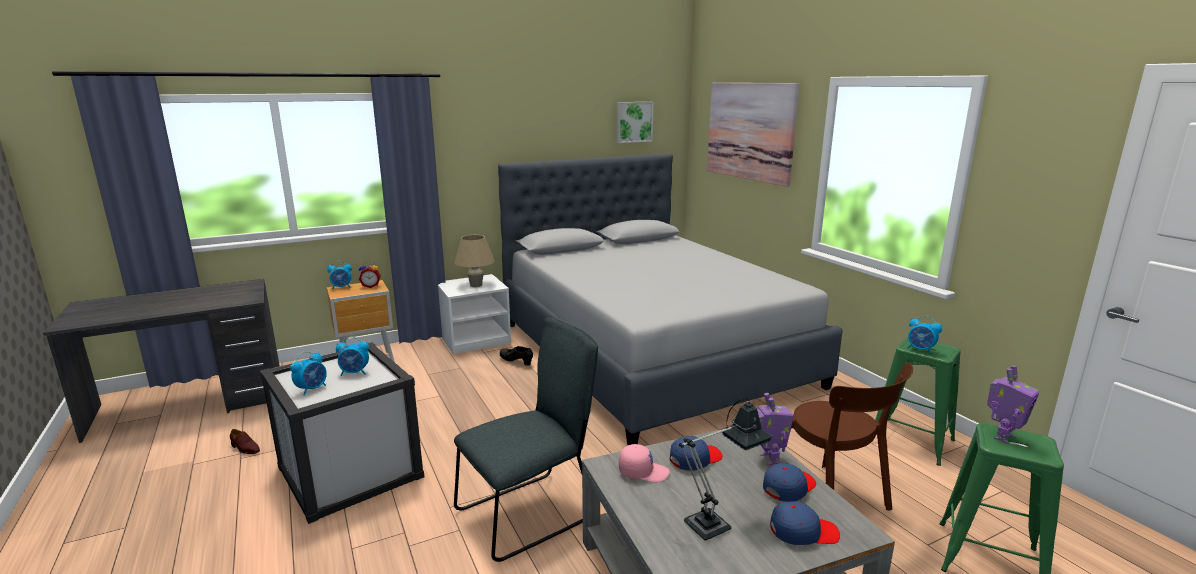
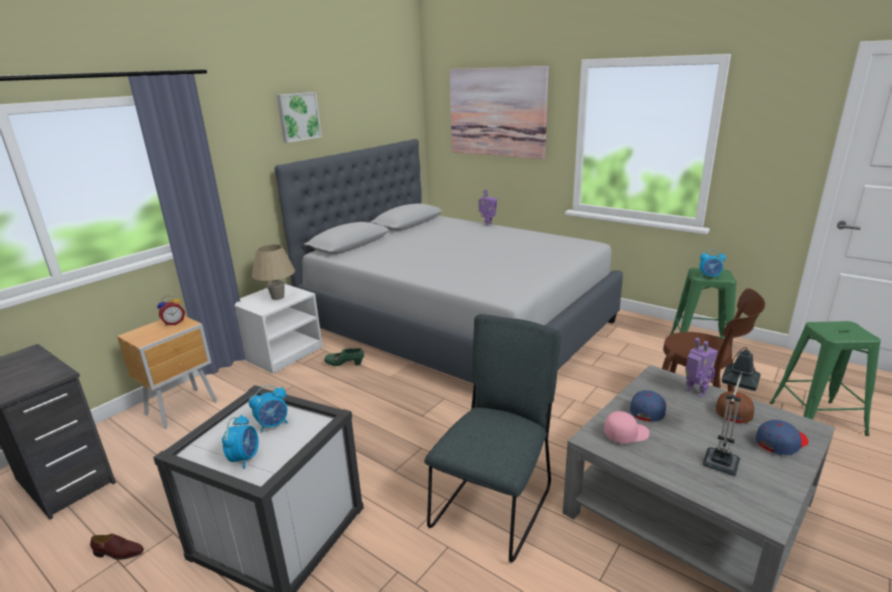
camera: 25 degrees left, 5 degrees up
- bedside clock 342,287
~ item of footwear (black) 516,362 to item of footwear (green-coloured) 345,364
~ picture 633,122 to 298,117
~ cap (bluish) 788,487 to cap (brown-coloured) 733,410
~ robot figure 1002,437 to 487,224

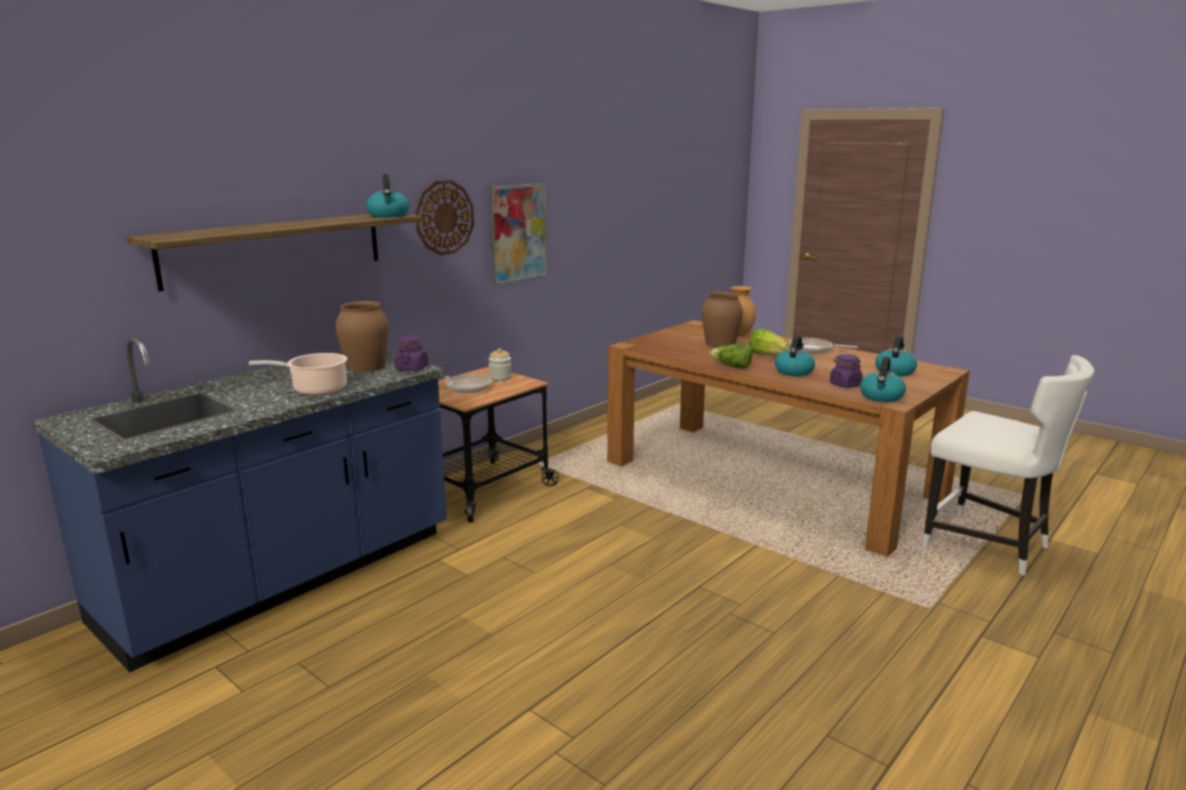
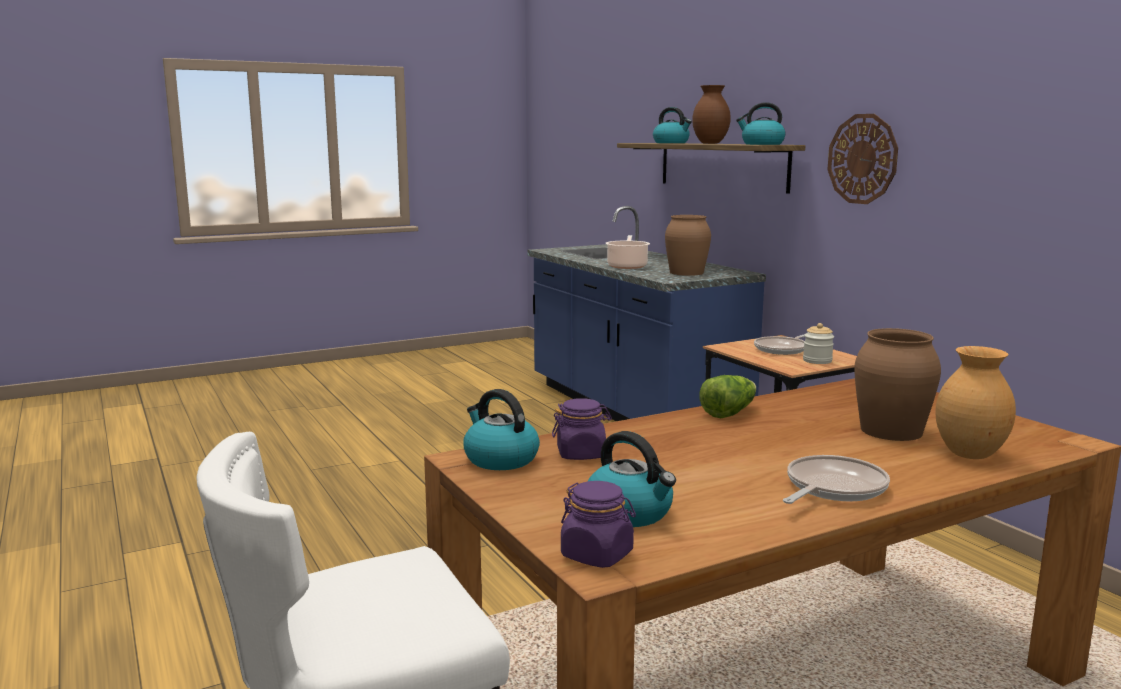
camera: 110 degrees right, 5 degrees down
~ preserve jar (purple) 412,368 to 597,555
- picture 517,233
- head of lettuce 767,355
~ kettle 794,371 to 671,143
+ decorative vase (brown-coloured) 709,143

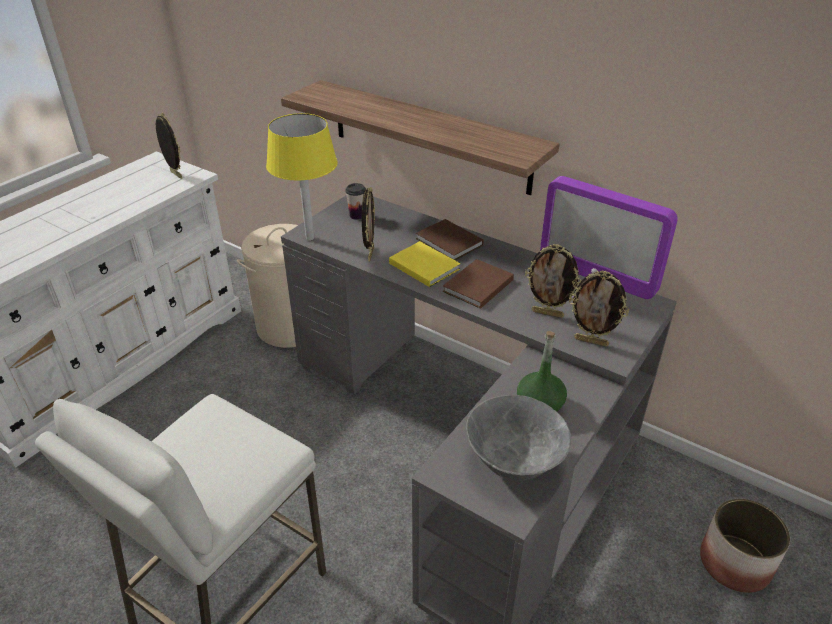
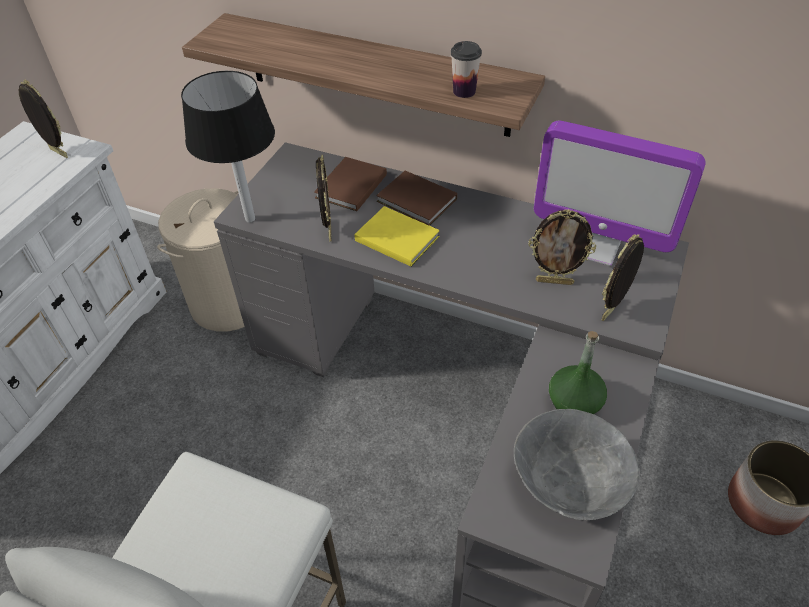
camera: 10 degrees left, 10 degrees up
~ table lamp (yellow) 310,238 to table lamp (black) 250,219
~ small cup 357,215 to 464,91
~ volume (brown-coloured) 476,286 to 349,187
~ standing frame 591,341 = 612,311 120 degrees clockwise

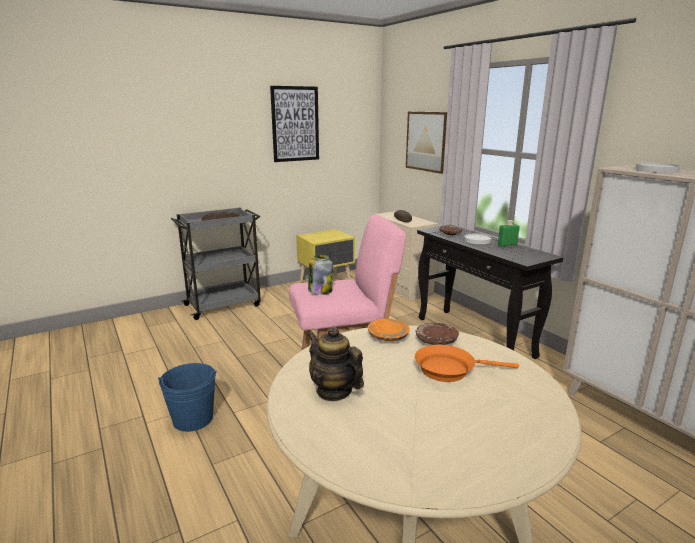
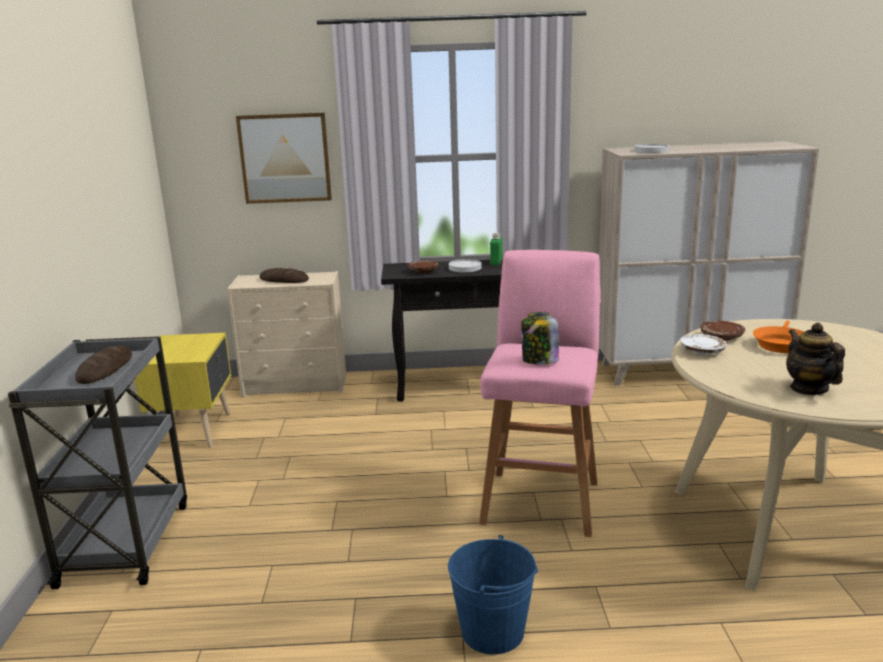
camera: 60 degrees left, 0 degrees up
- picture 295,124
~ teapot 334,391 = 809,389 90 degrees clockwise
~ plate (orange) 388,336 to plate (white-coloured) 702,351

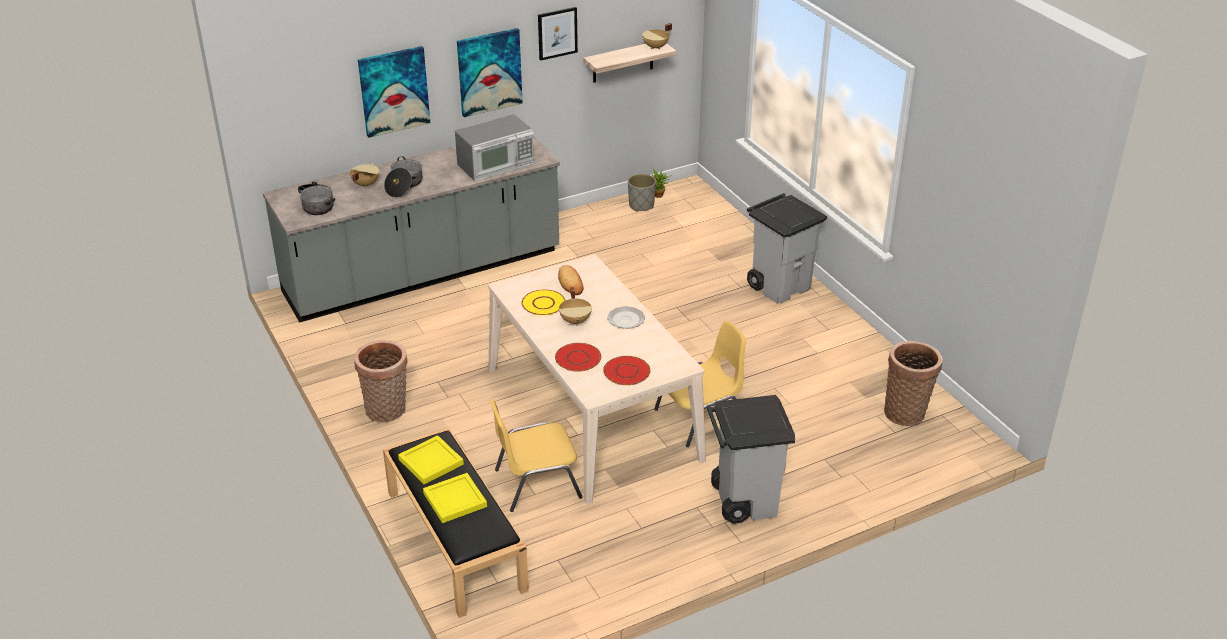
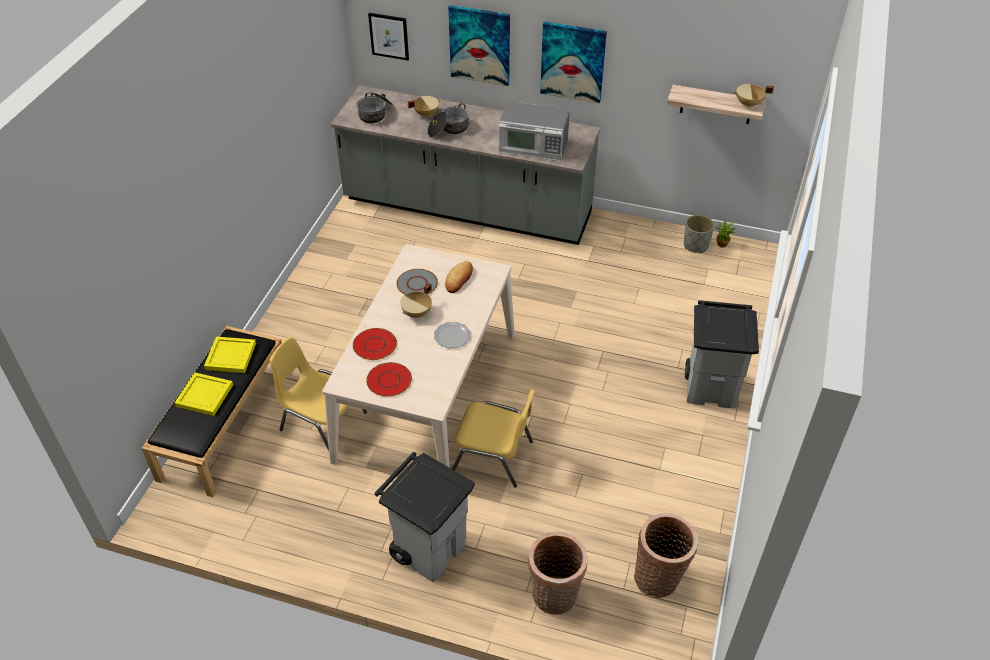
camera: 45 degrees right, 10 degrees up
~ household basket 387,411 to 554,598
~ plate (yellow) 543,303 to plate (grey) 417,284
~ picture 557,33 to 389,36

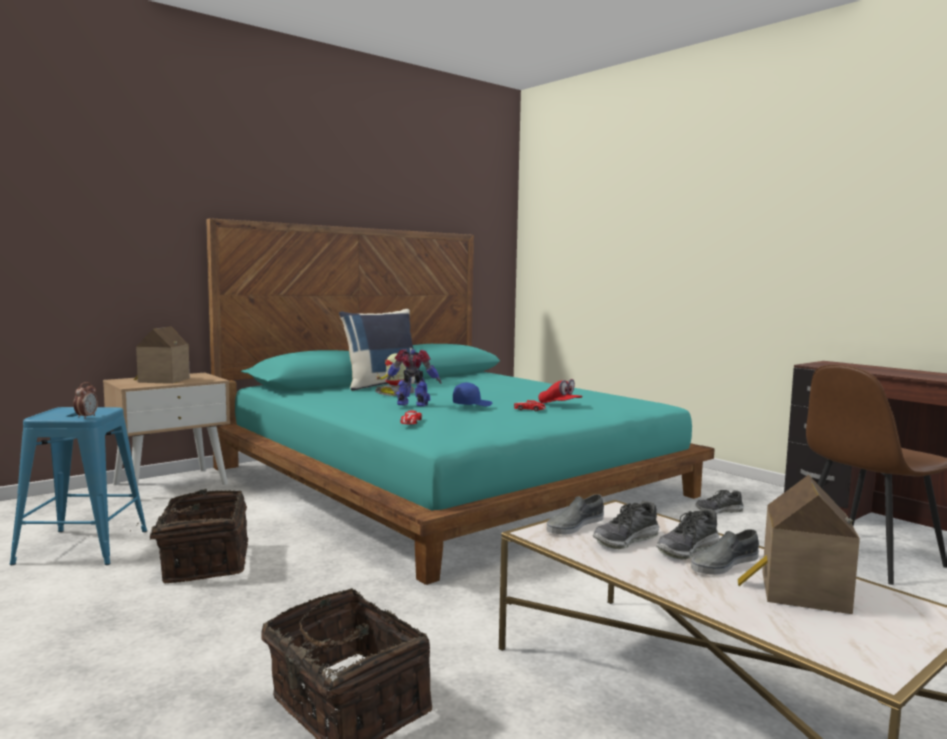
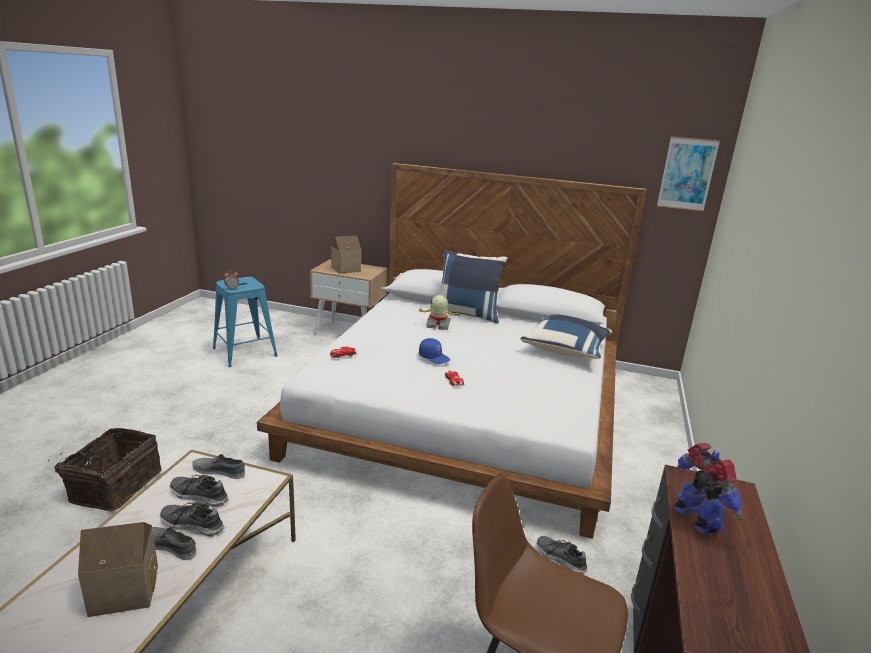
camera: 55 degrees right, 15 degrees up
- household basket 203,563
~ bedroom bed (blue-green) 450,481 to bedroom bed (white-coloured) 465,407
~ robot figure 413,405 to 696,521
- cap (red-coloured) 559,405
+ pillow (bluish) 566,350
+ picture 687,174

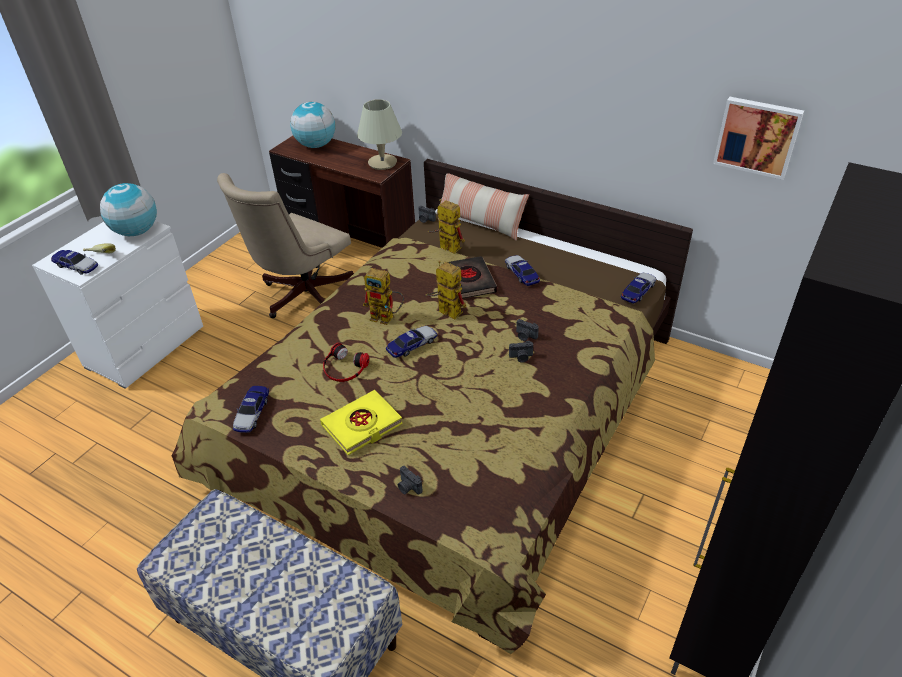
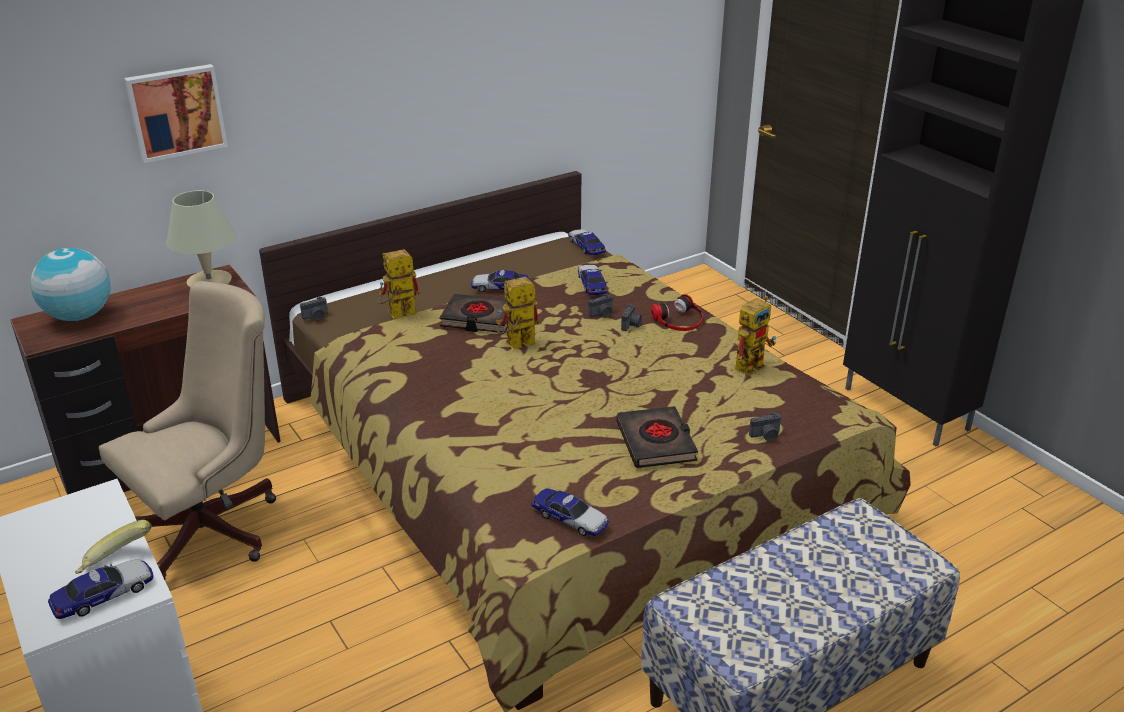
camera: 65 degrees left, 10 degrees down
- globe 137,231
~ desk chair (beige) 302,297 = 214,528 105 degrees counterclockwise
~ volume (yellow) 362,425 to volume (black) 656,442
~ headset 344,368 to 679,320
~ robot figure 387,318 to 752,364
~ miniature car 412,345 to 592,284
- pillow 480,222
~ picture 757,136 to 176,112

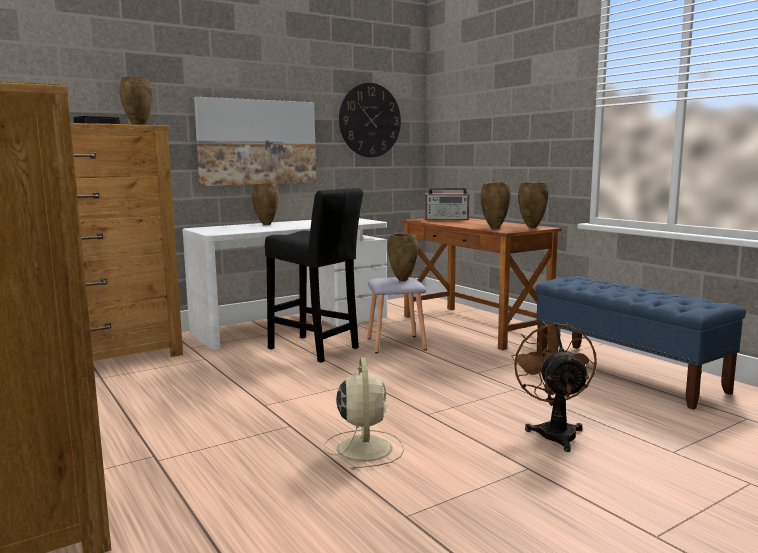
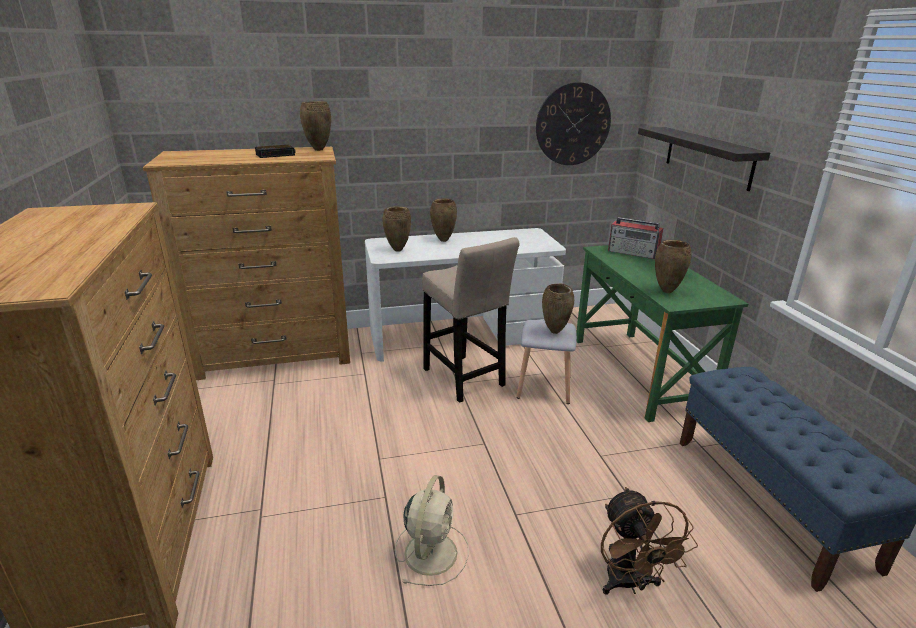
camera: 20 degrees right, 15 degrees up
- picture 257,142
~ sitting stool (black) 316,349 to sitting stool (beige) 465,380
~ desk (brown-coloured) 474,326 to desk (green-coloured) 639,373
~ fan (brown-coloured) 554,432 = 629,584 150 degrees clockwise
~ decorative vase (brown-coloured) 531,227 to 397,250
+ bracket shelf 708,157

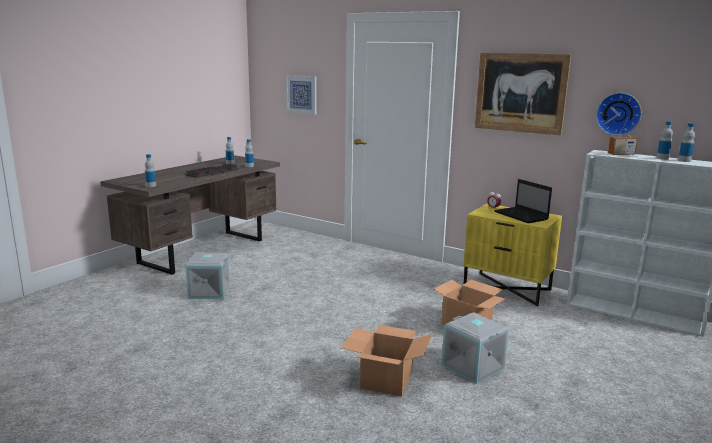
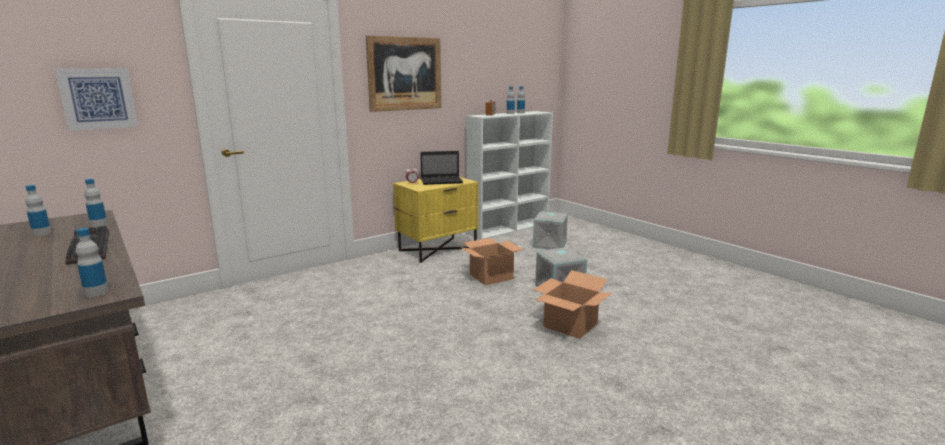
camera: 70 degrees left, 0 degrees up
~ storage bin (grey) 209,291 to 549,244
- wall clock 619,113

